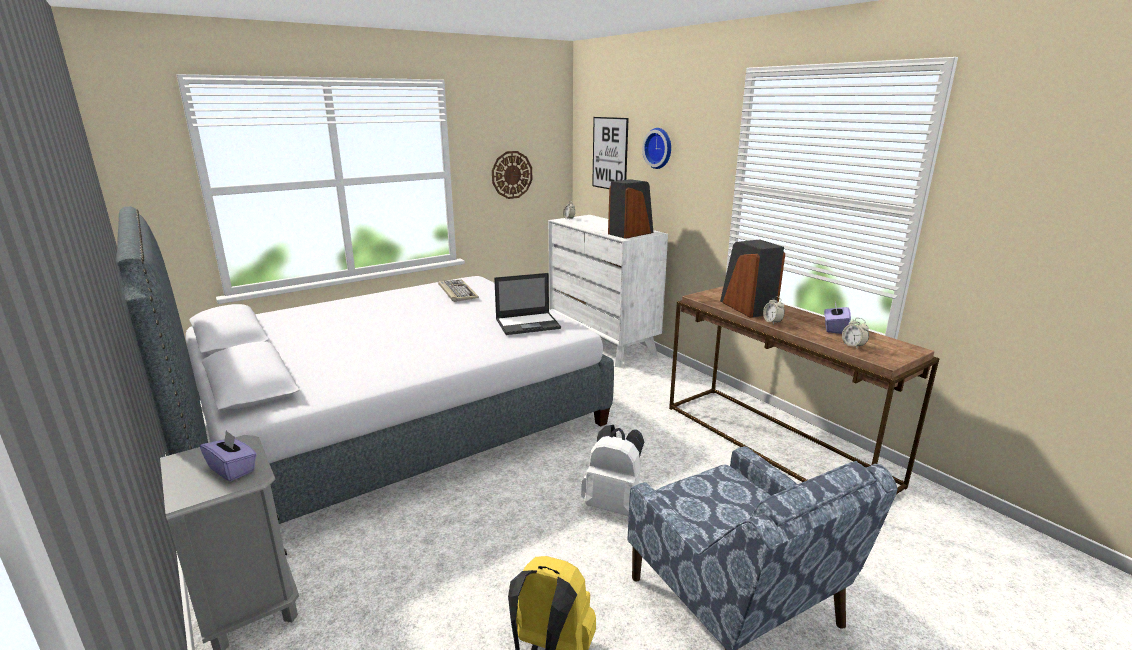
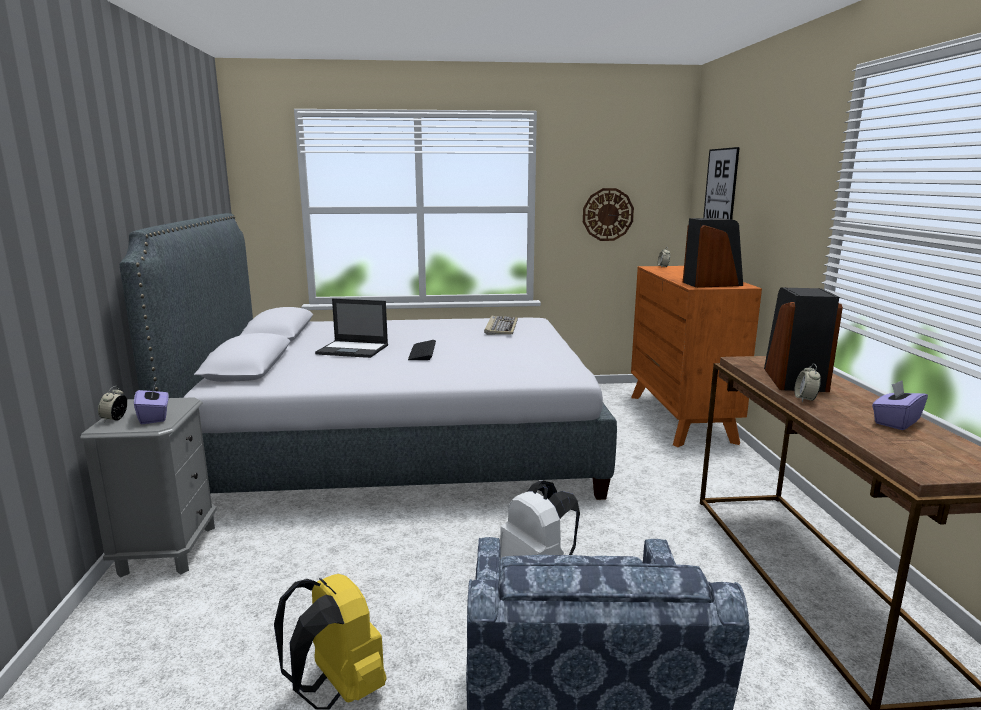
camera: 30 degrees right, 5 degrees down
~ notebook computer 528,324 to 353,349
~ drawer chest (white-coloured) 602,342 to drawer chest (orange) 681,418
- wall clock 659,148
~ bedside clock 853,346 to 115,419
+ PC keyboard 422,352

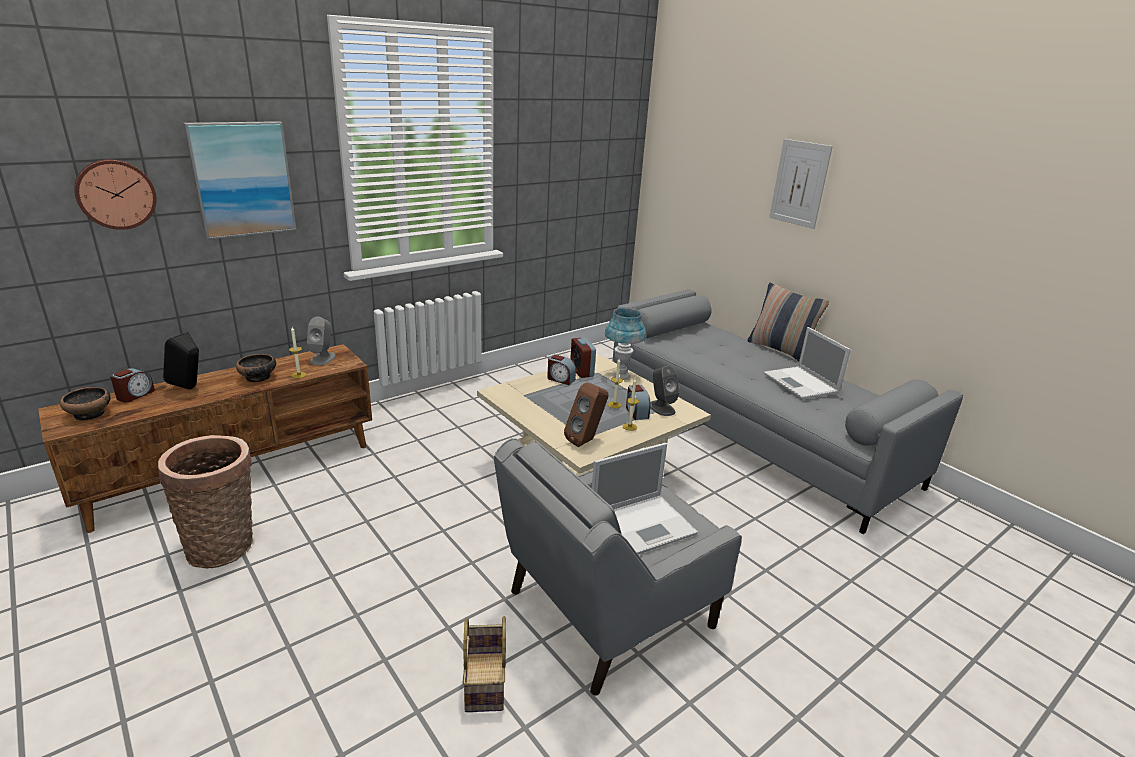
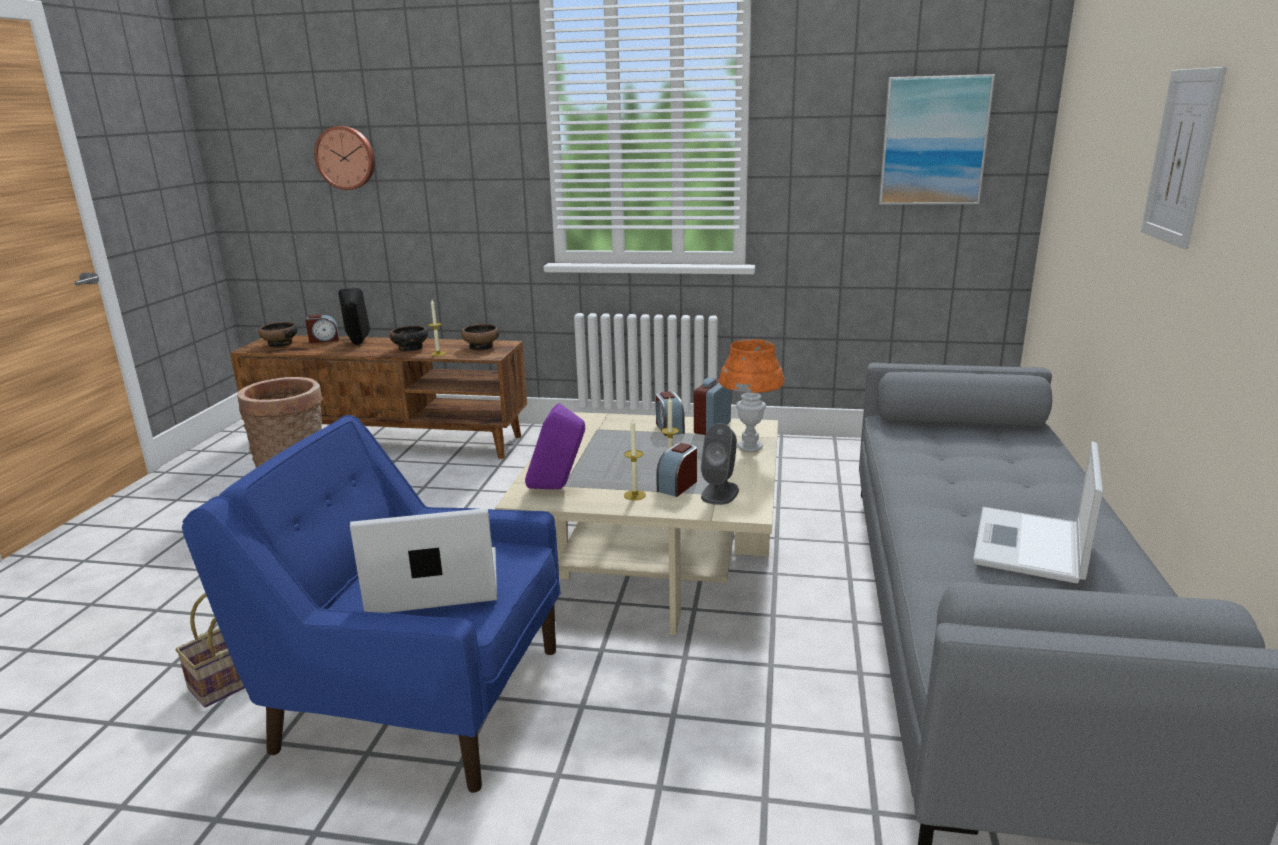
camera: 50 degrees right, 5 degrees down
~ picture 242,179 to 933,141
~ audio speaker (grey) 323,358 to bowl 482,347
~ easy chair (grey) 607,611 to easy chair (bluish) 417,697
~ audio speaker (brown-coloured) 586,440 to audio speaker (purple) 557,488
~ notebook computer 644,525 = 431,584 150 degrees clockwise
~ table lamp (bluish) 621,376 to table lamp (orange) 749,447
- pillow 780,350

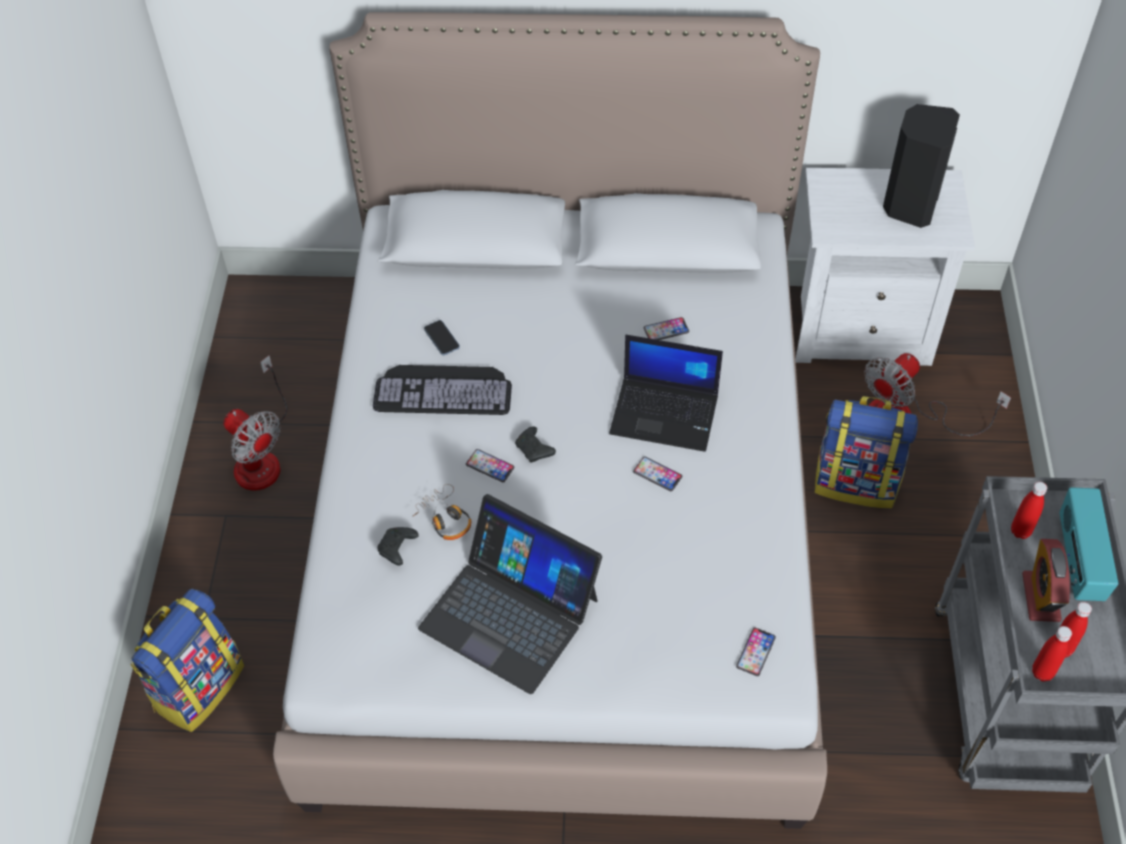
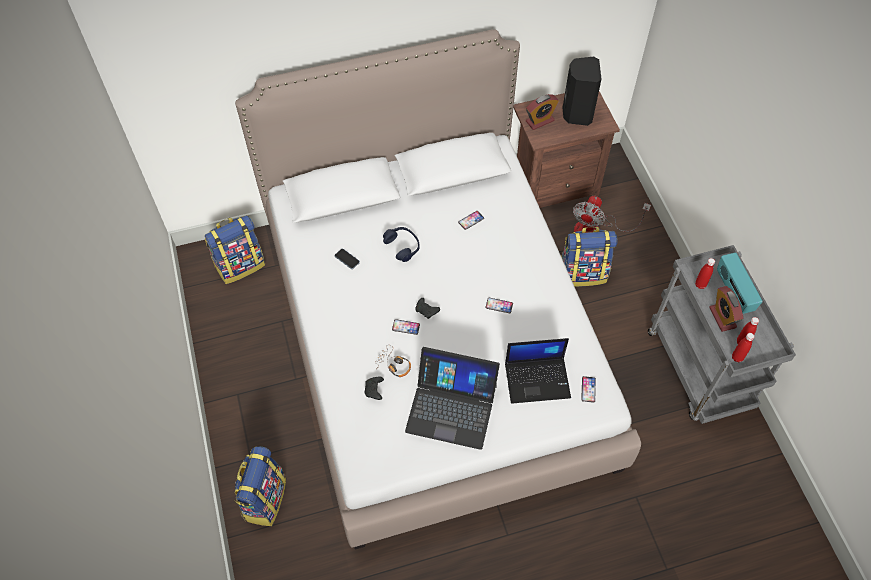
camera: 20 degrees left, 5 degrees up
- fan 261,456
- PC keyboard 444,389
~ notebook computer 666,414 to 538,379
~ nightstand (white-coloured) 861,329 to nightstand (brown-coloured) 554,184
+ knapsack 240,265
+ headset (bluish) 402,246
+ bedside clock 540,121

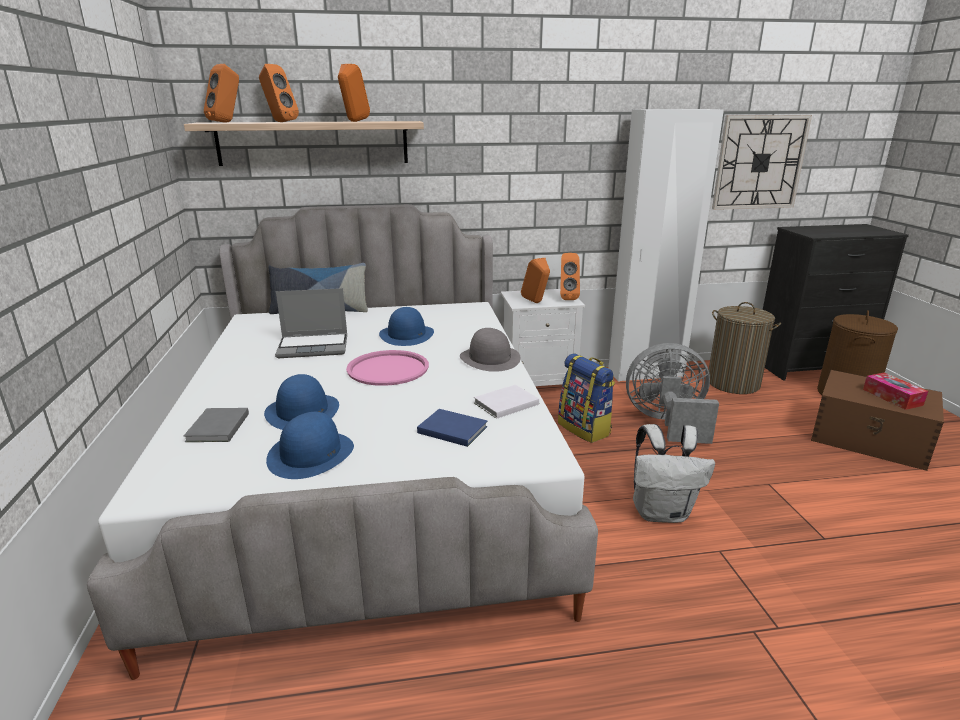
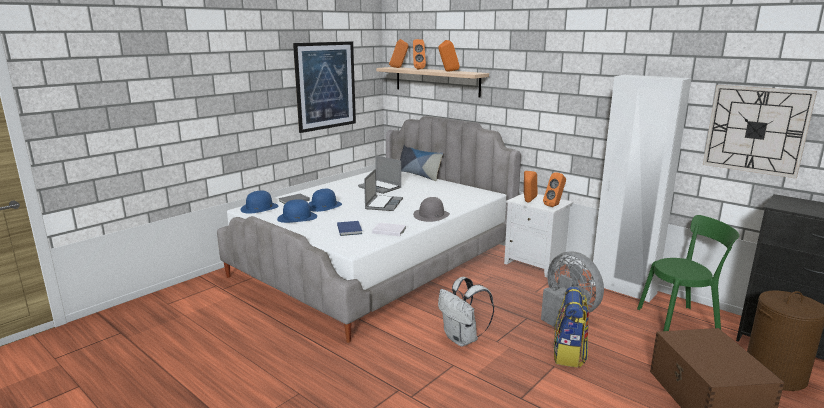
camera: 50 degrees right, 5 degrees down
~ tray (pink-coloured) 388,369 to notebook computer 383,204
~ clothing hat (bluish) 407,335 to 259,208
~ knapsack 585,429 to 569,354
~ hamper 733,383 to chair (green-coloured) 681,322
- tissue box 892,397
+ picture 325,85

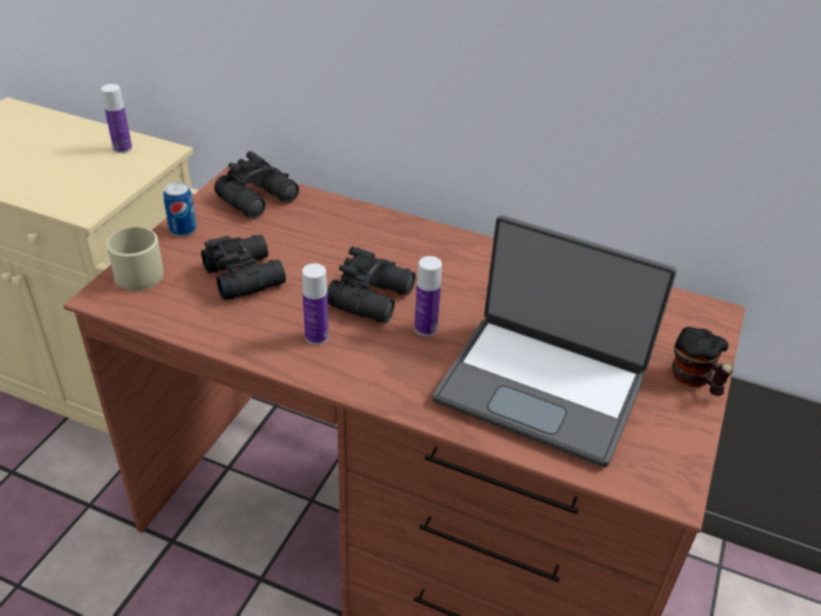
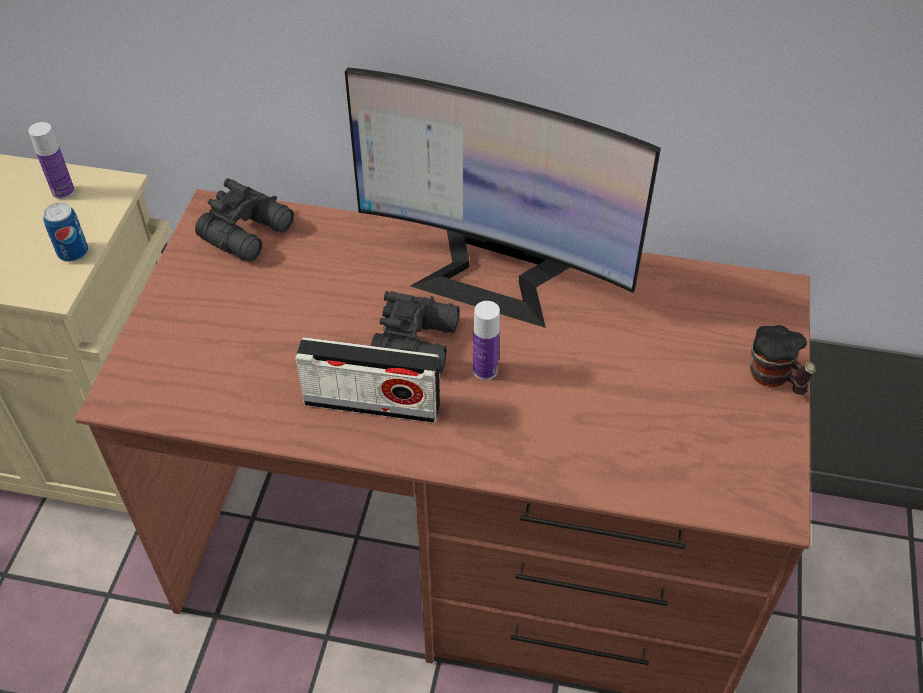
camera: 10 degrees left, 10 degrees up
- coffee mug (beige) 143,272
~ metal can 183,229 to 73,252
- binoculars (black) 245,275
~ beverage bottle 317,337 to radio set 372,404
- notebook computer 542,387
+ computer display 494,274

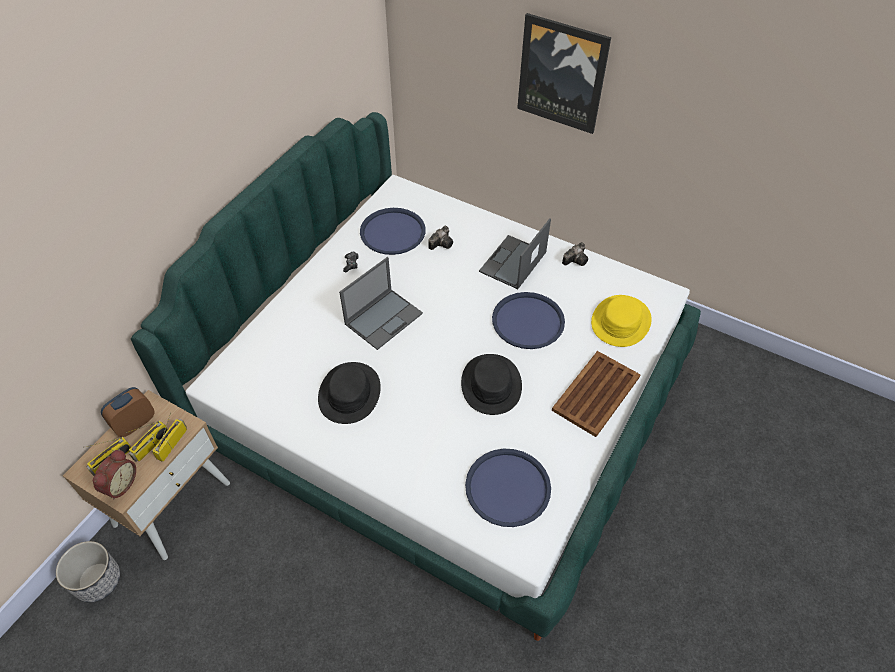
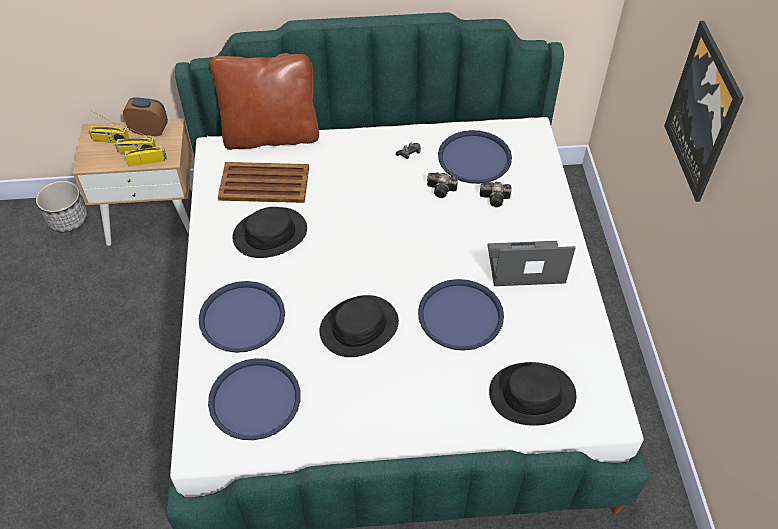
camera: 55 degrees right, 0 degrees up
- bedside clock 119,484
- notebook computer 384,318
~ tray (brown-coloured) 595,394 to 263,183
~ still camera 576,260 to 442,190
~ clothing hat (yellow) 620,321 to clothing hat (black) 532,394
+ tray (bluish) 242,317
+ pillow (brown-coloured) 271,135

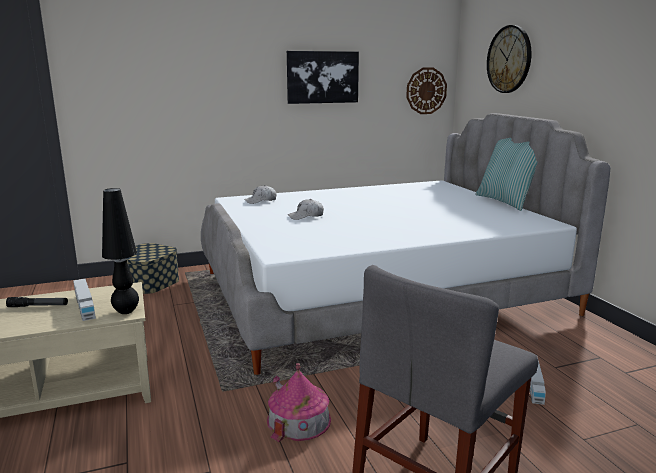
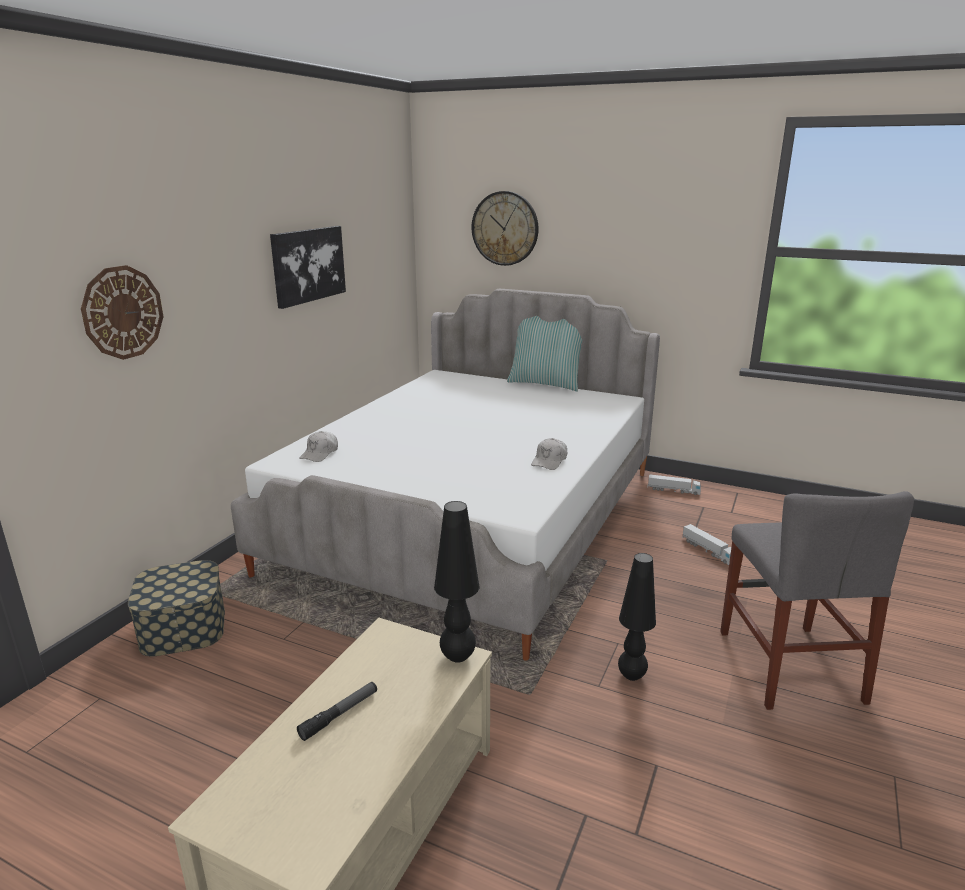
camera: 45 degrees left, 5 degrees up
~ model truck 85,307 to 673,490
~ model house 299,420 to table lamp (black) 631,676
~ cap (white-coloured) 306,216 to 549,461
~ wall clock 426,91 to 123,312

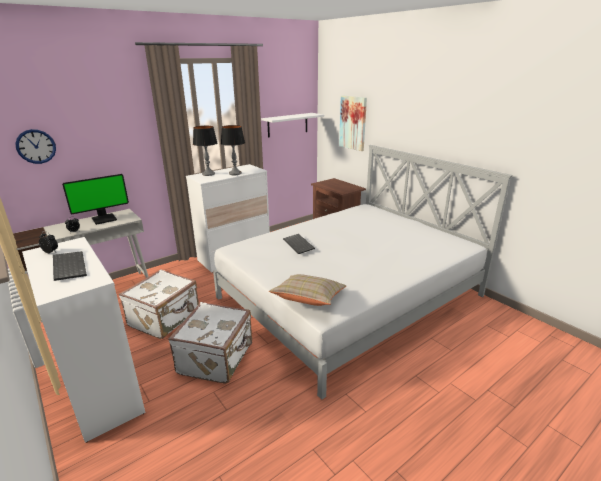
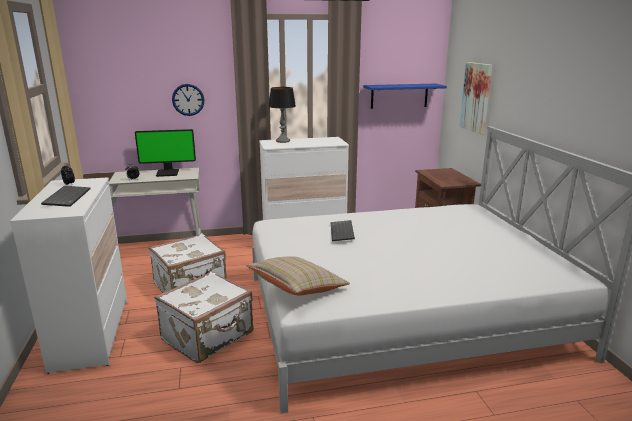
camera: 25 degrees right, 5 degrees down
~ wall clock 36,146 to 188,99
- table lamp 235,173
~ bracket shelf (white-coloured) 287,125 to bracket shelf (bluish) 399,96

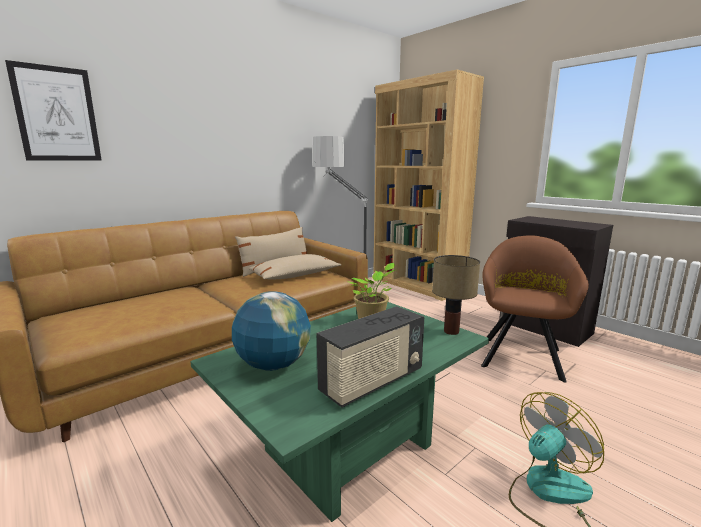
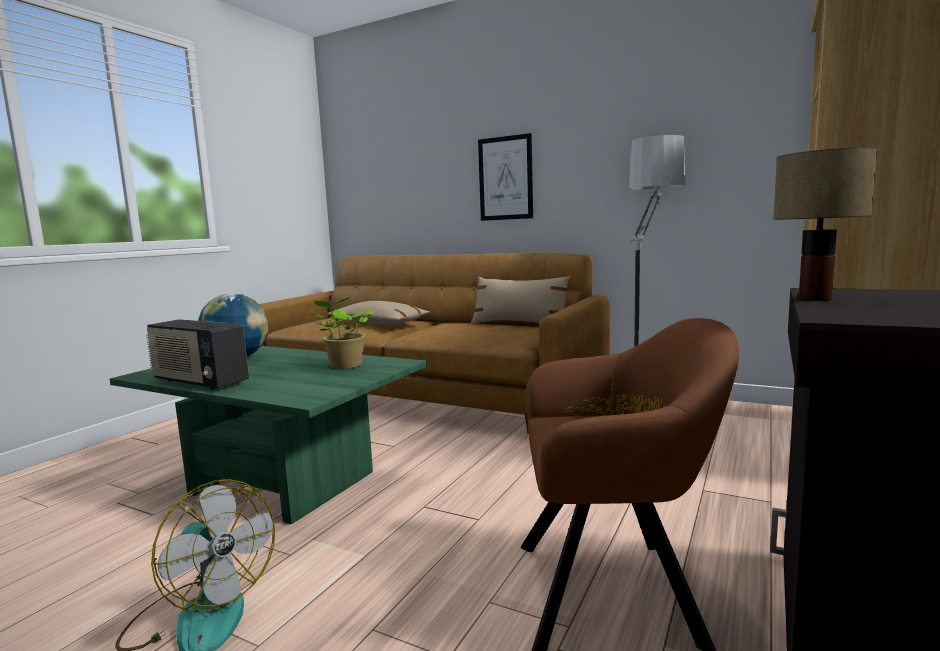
camera: 70 degrees right, 5 degrees down
~ picture 57,114 to 505,178
~ pillow (beige) 295,276 to 378,324
~ table lamp 450,331 to 813,298

